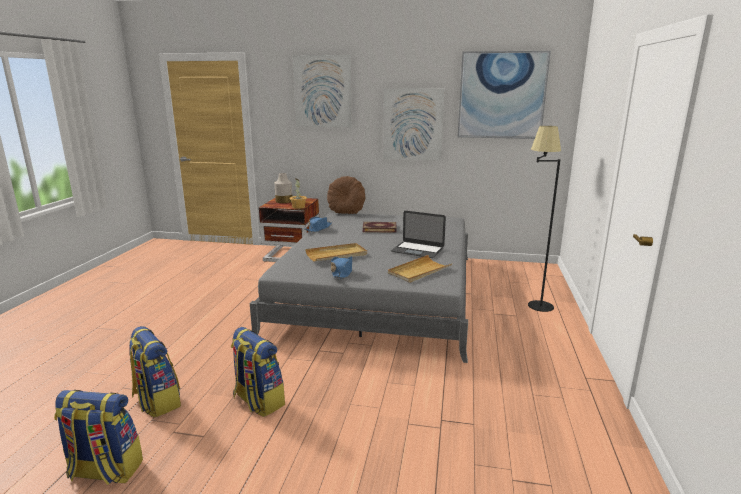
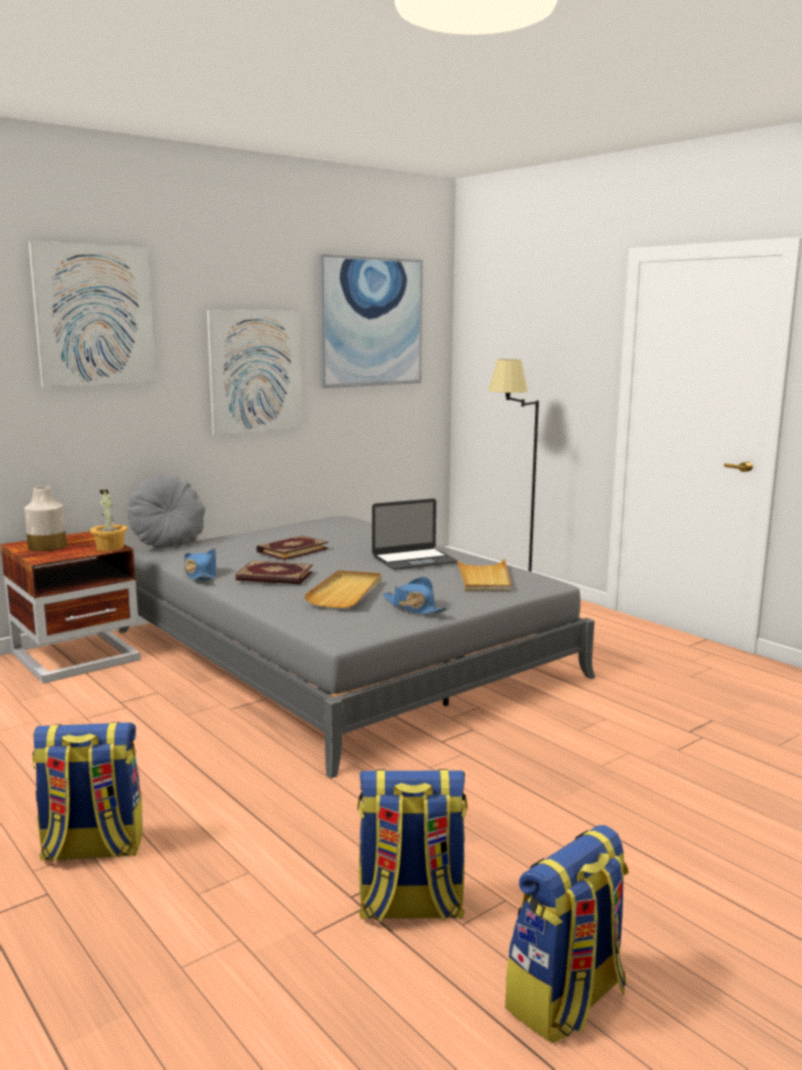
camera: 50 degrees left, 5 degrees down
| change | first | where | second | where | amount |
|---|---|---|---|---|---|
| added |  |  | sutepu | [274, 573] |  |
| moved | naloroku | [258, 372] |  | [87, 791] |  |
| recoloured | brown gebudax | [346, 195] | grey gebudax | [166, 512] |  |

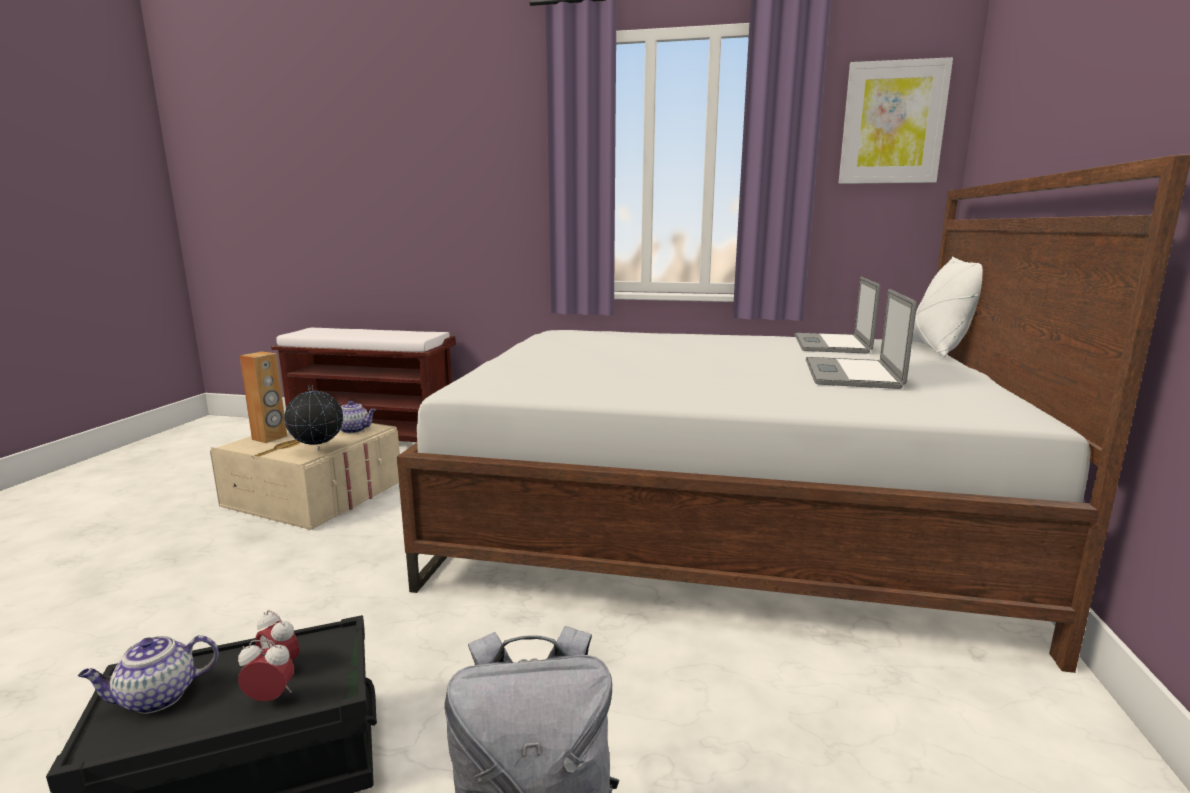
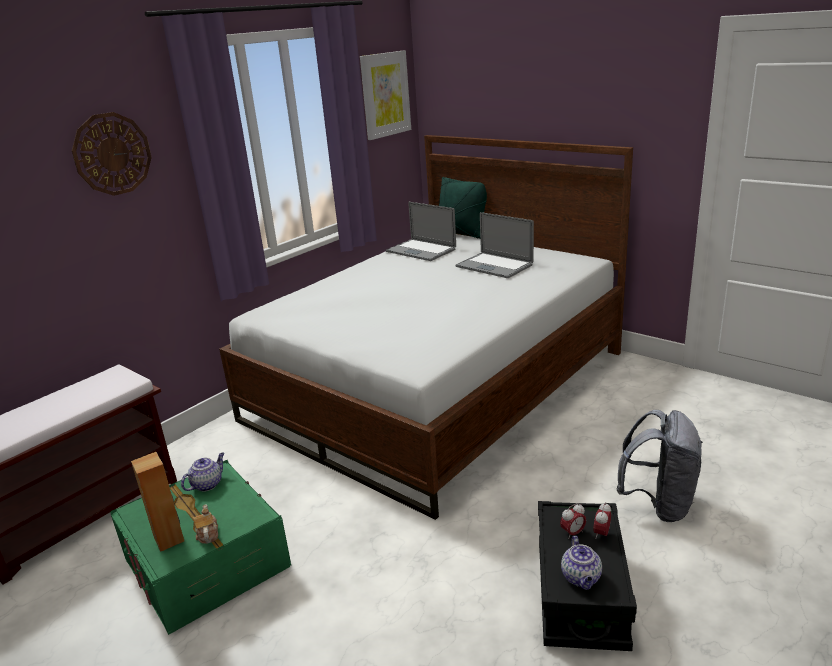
camera: 60 degrees left, 10 degrees up
| change | first | where | second | where | amount |
|---|---|---|---|---|---|
| removed | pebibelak | [313, 418] |  |  |  |
| added |  |  | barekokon | [112, 154] |  |
| added |  |  | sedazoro | [205, 524] |  |
| recoloured | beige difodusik | [305, 476] | green difodusik | [200, 547] |  |
| recoloured | white gebudax | [947, 306] | green gebudax | [463, 208] |  |

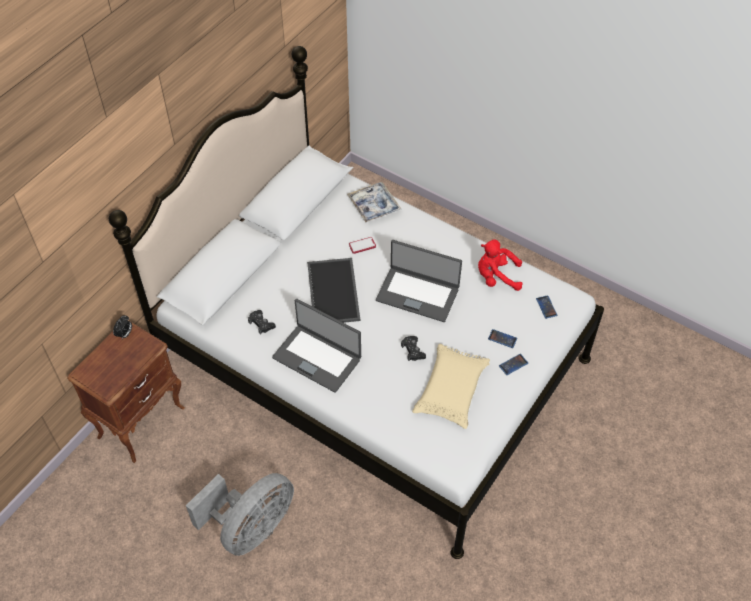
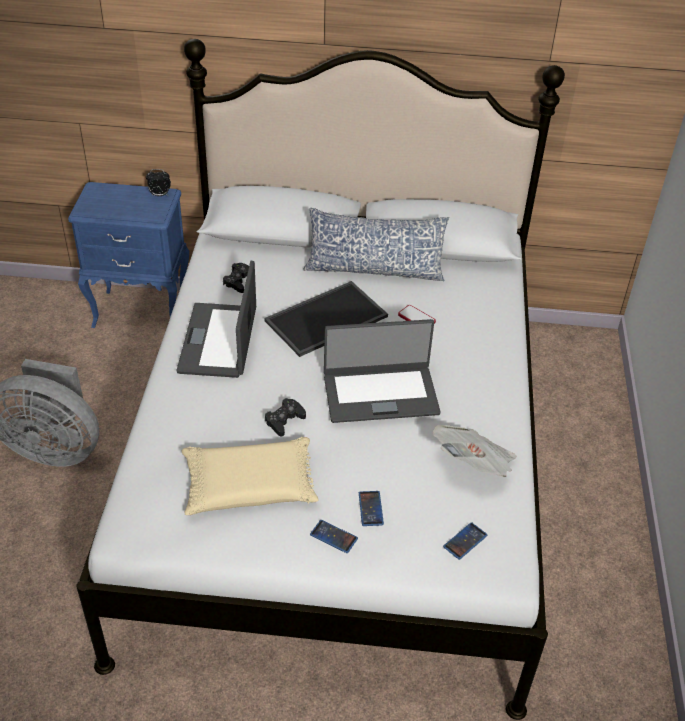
camera: 60 degrees right, 10 degrees down
| change | first | where | second | where | amount |
|---|---|---|---|---|---|
| removed | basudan | [374, 202] |  |  |  |
| added |  |  | gebudax | [376, 244] |  |
| replaced | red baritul | [500, 265] | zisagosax | [474, 451] |  |
| recoloured | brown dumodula | [126, 391] | blue dumodula | [128, 255] |  |
| turned | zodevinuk | [419, 281] |  | [382, 371] | 90 degrees counterclockwise |

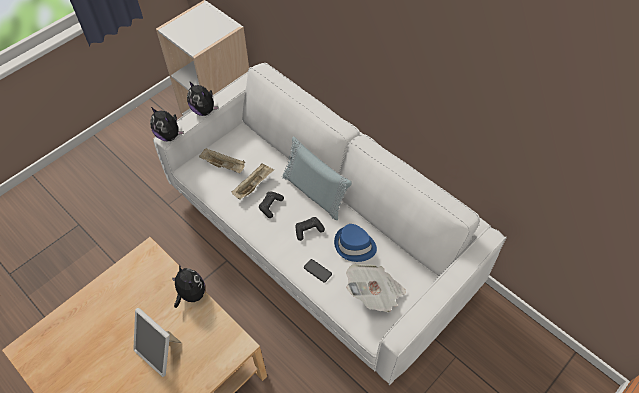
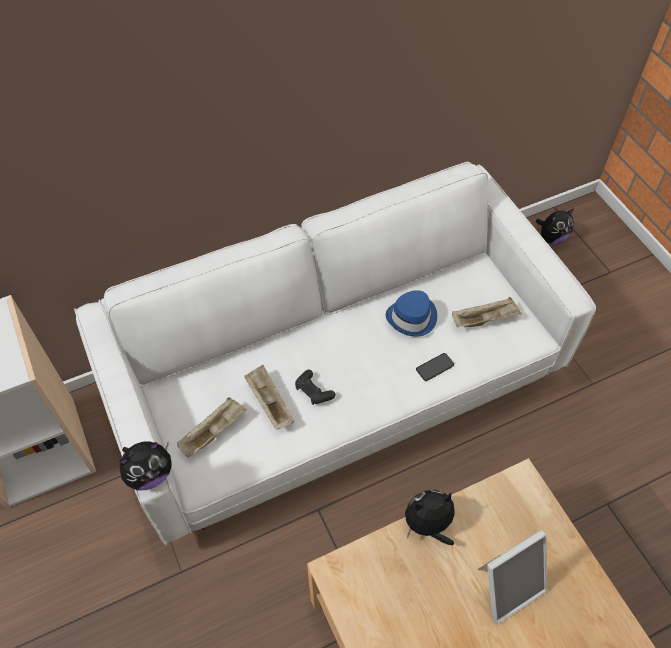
camera: 70 degrees left, 0 degrees up
| change | first | where | second | where | amount |
|---|---|---|---|---|---|
| removed | blue gebudax | [317, 178] |  |  |  |
| removed | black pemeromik | [310, 229] |  |  |  |
| moved | baritul | [203, 98] |  | [555, 226] |  |
| replaced | zisagosax | [376, 288] | beige basudan | [487, 312] |  |

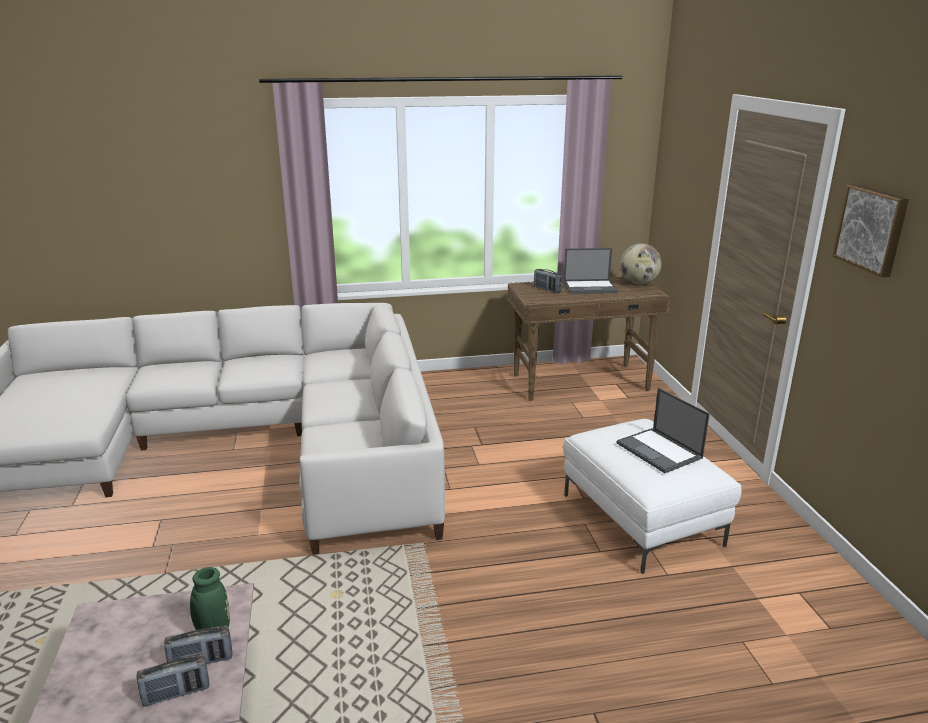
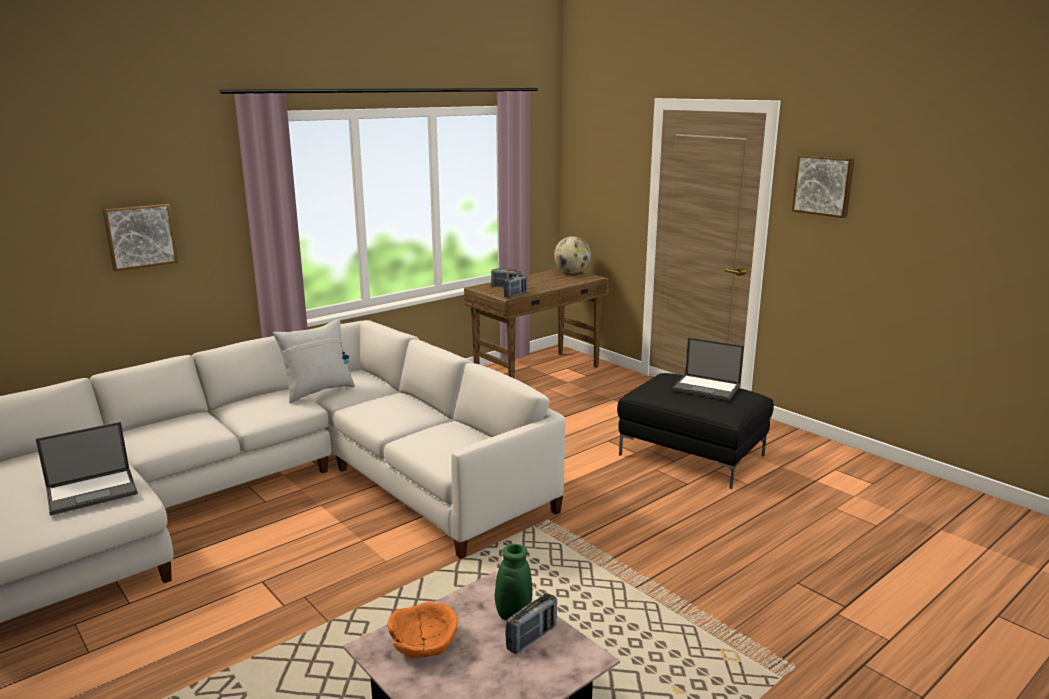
camera: 30 degrees left, 5 degrees down
| change | first | where | second | where | amount |
|---|---|---|---|---|---|
| added |  |  | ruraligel | [140, 237] |  |
| added |  |  | grey gebudax | [314, 360] |  |
| added |  |  | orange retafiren | [423, 630] |  |
| moved | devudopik | [173, 680] |  | [516, 286] |  |
| moved | zodevinuk | [590, 271] |  | [87, 469] |  |
| recoloured | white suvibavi | [652, 496] | black suvibavi | [695, 431] |  |

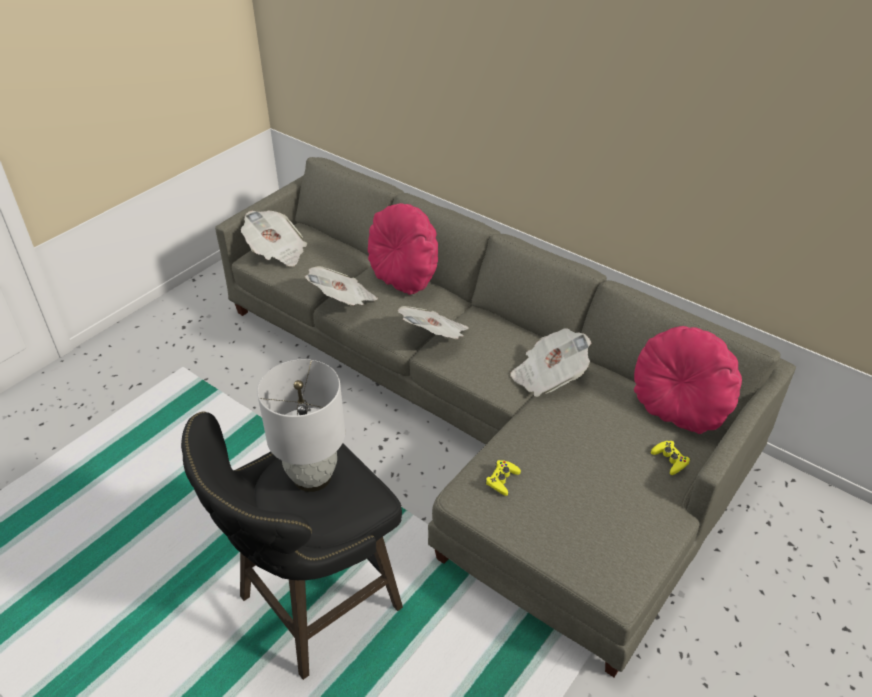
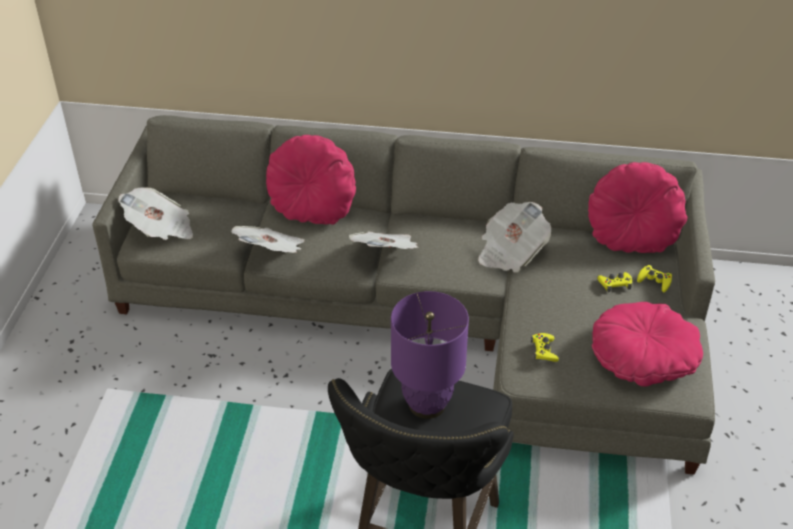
camera: 30 degrees left, 0 degrees up
| change | first | where | second | where | amount |
|---|---|---|---|---|---|
| added |  |  | pink gebudax | [647, 344] |  |
| added |  |  | yellow pemeromik | [615, 282] |  |
| recoloured | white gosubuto | [301, 425] | purple gosubuto | [430, 355] |  |

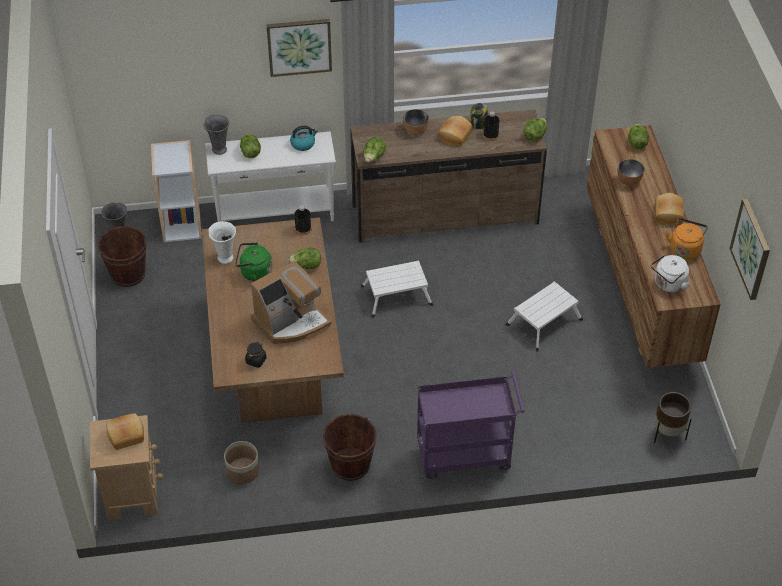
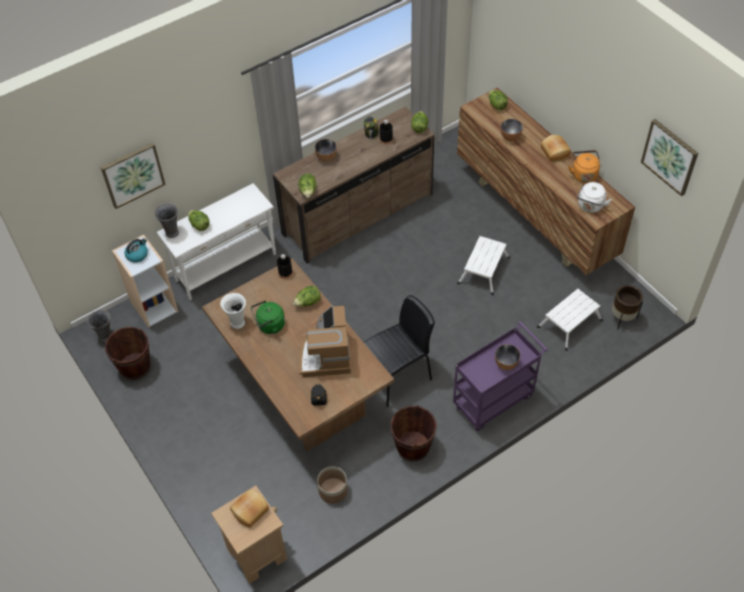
camera: 25 degrees left, 5 degrees up
| change | first | where | second | where | amount |
|---|---|---|---|---|---|
| removed | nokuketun | [455, 131] |  |  |  |
| added |  |  | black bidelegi | [399, 351] |  |
| added |  |  | retafiren | [507, 357] |  |
| moved | ruraligel | [299, 48] |  | [133, 176] |  |
| moved | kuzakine | [304, 138] |  | [136, 250] |  |
| moved | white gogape | [397, 289] |  | [570, 319] |  |
| turned | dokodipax | [291, 302] |  | [325, 341] | 150 degrees clockwise |

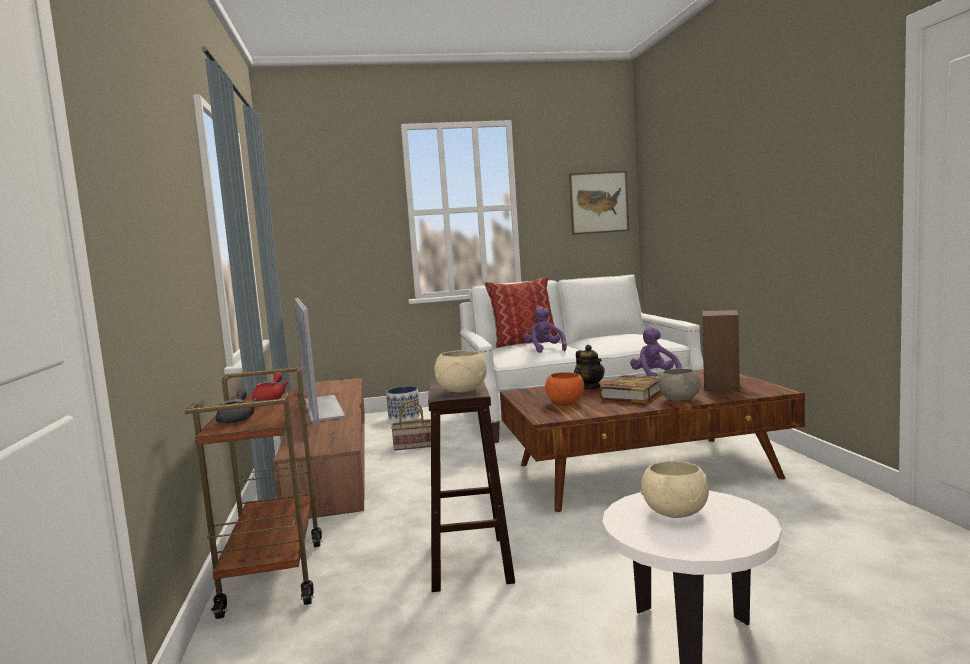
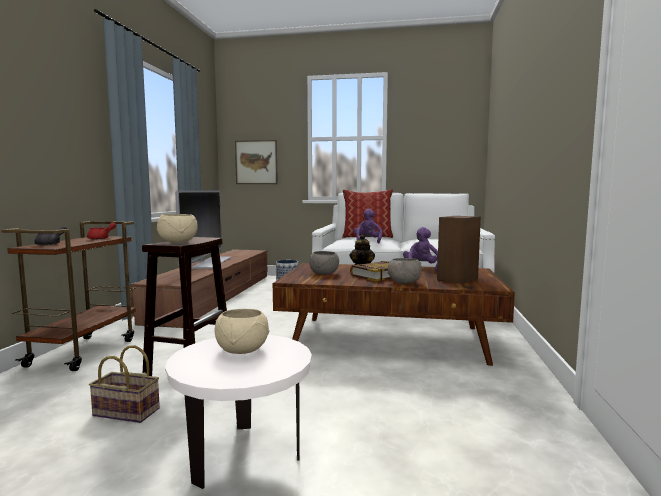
camera: 20 degrees right, 0 degrees up
| change | first | where | second | where | amount |
|---|---|---|---|---|---|
| moved | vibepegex | [411, 425] |  | [124, 384] |  |
| moved | ruraligel | [599, 203] |  | [256, 162] |  |
| recoloured | orange retafiren | [564, 388] | grey retafiren | [324, 263] |  |

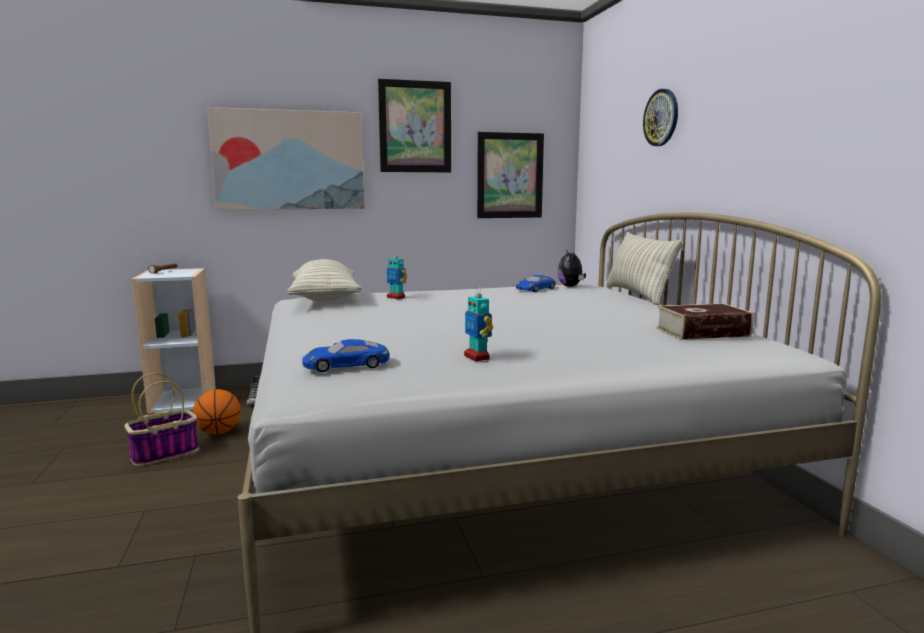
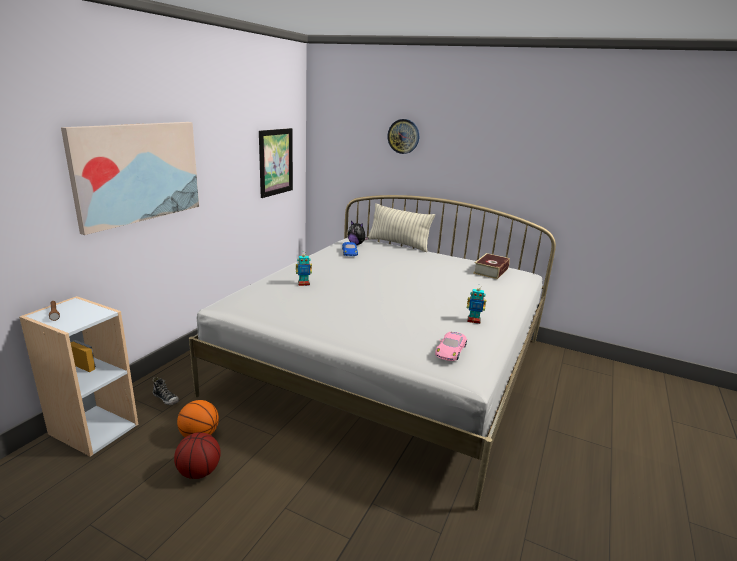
camera: 50 degrees left, 10 degrees up
| change | first | where | second | where | amount |
|---|---|---|---|---|---|
| removed | gebudax | [324, 280] |  |  |  |
| removed | ruraligel | [414, 125] |  |  |  |
| replaced | vibepegex | [161, 419] | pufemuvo | [197, 456] |  |
| recoloured | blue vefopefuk | [345, 355] | pink vefopefuk | [451, 346] |  |

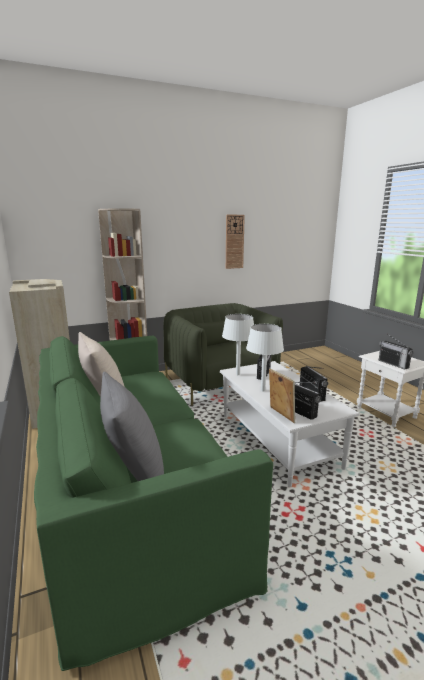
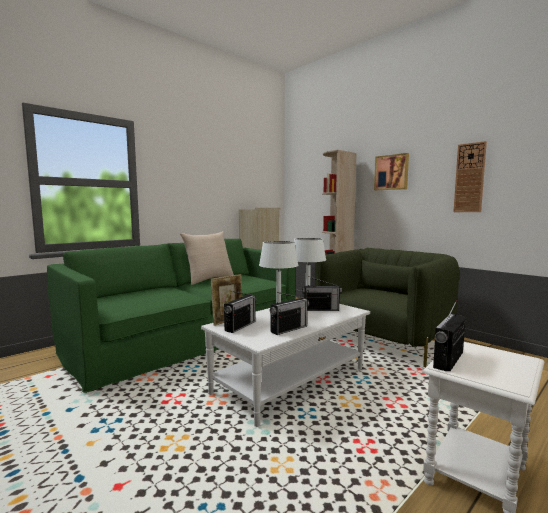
camera: 70 degrees right, 10 degrees down
| change | first | where | second | where | amount |
|---|---|---|---|---|---|
| removed | grey gebudax | [132, 426] |  |  |  |
| added |  |  | ruraligel | [391, 171] |  |

